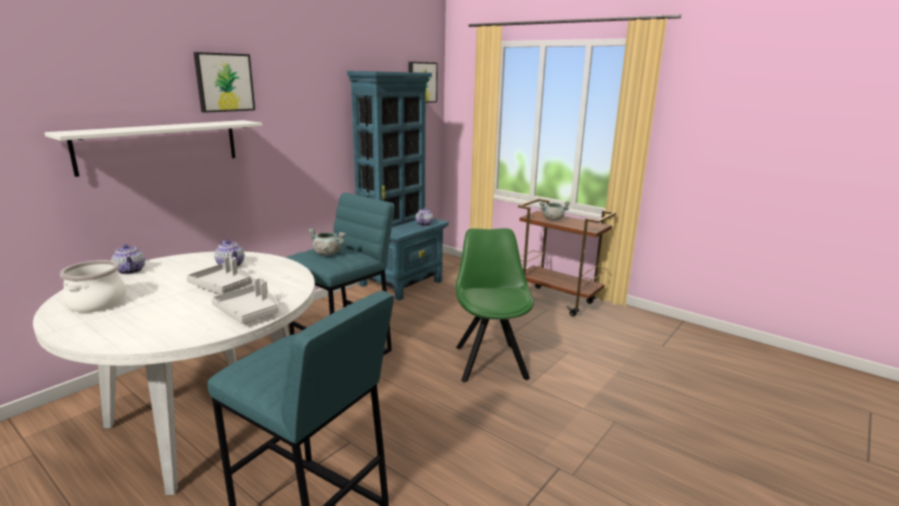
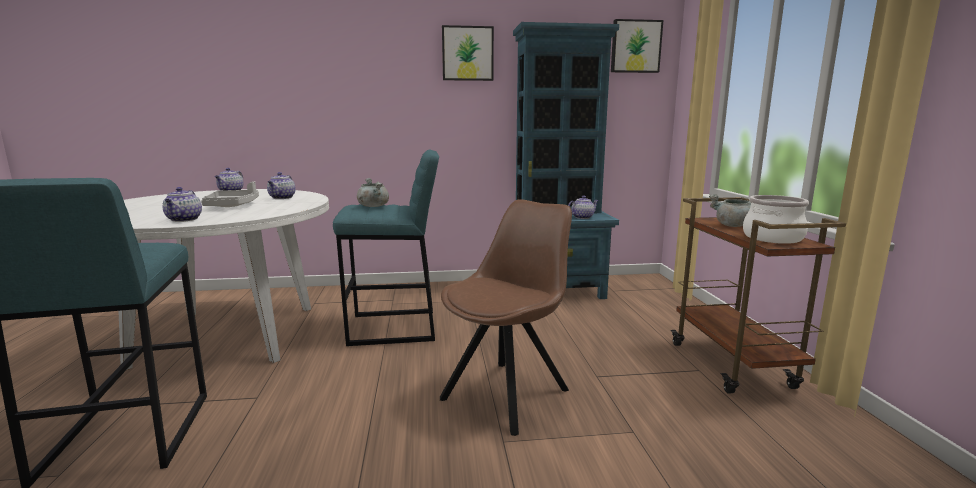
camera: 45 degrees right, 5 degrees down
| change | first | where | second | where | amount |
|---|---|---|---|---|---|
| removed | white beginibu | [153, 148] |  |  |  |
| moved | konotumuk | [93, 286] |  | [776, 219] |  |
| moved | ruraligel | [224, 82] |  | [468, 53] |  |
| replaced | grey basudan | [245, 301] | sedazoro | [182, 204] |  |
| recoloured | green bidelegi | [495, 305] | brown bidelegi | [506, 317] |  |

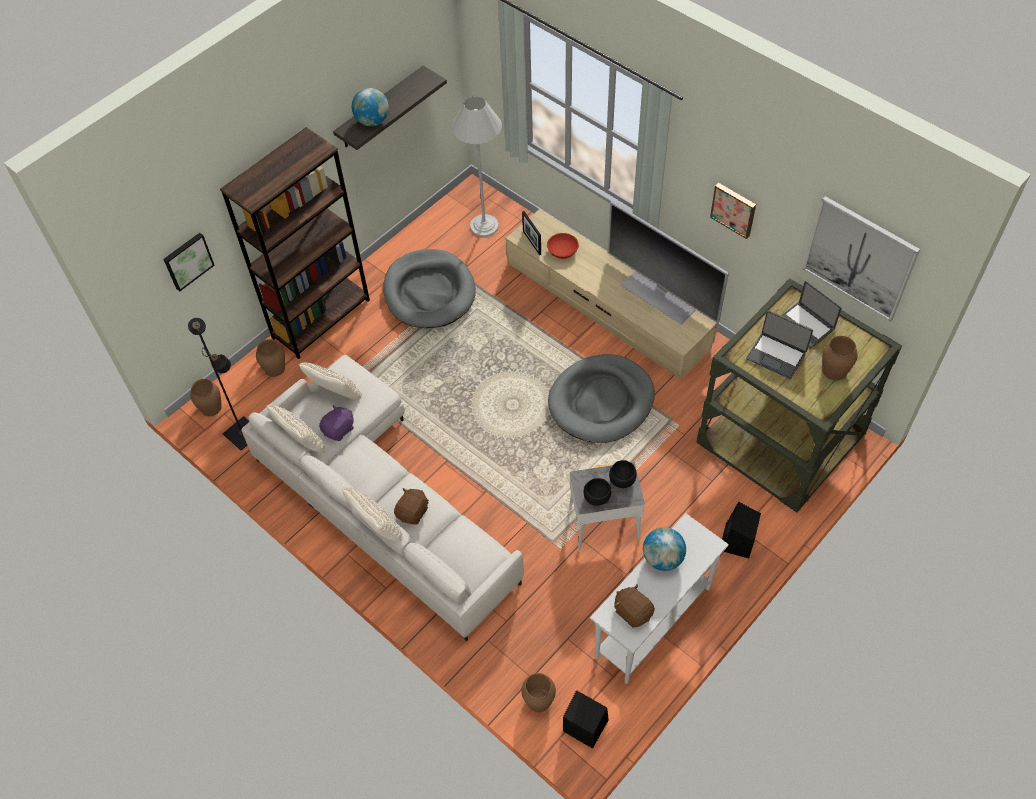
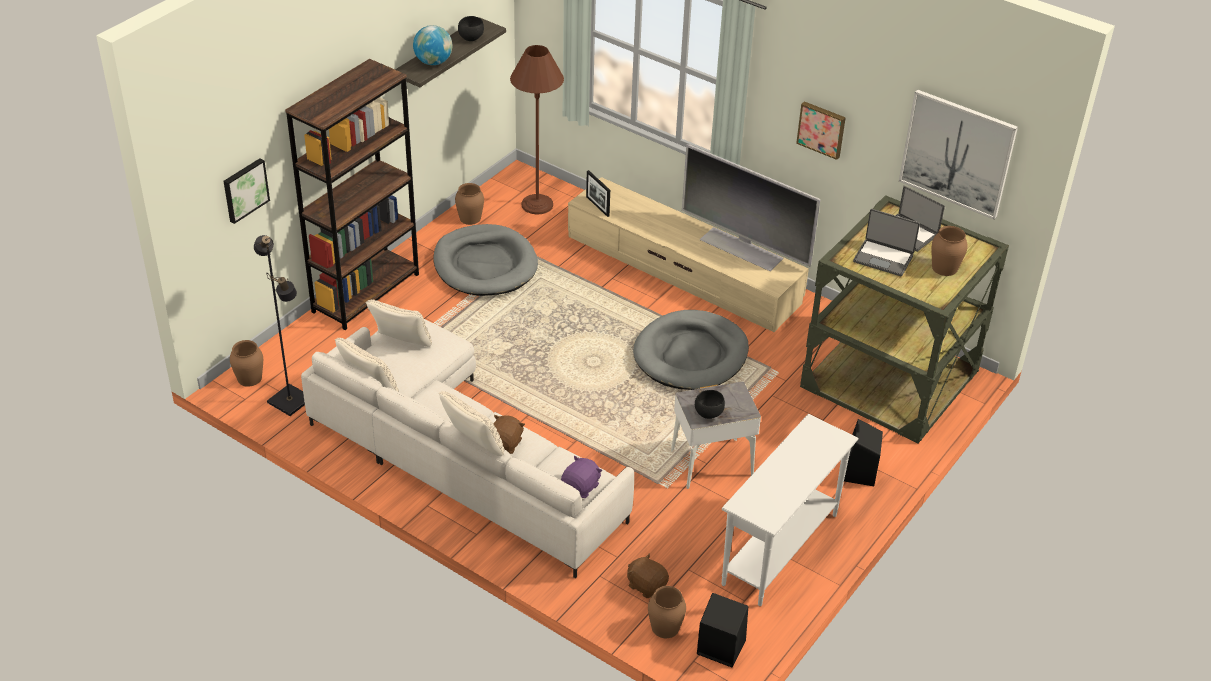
camera: 10 degrees left, 15 degrees down
| change | first | where | second | where | amount |
|---|---|---|---|---|---|
| removed | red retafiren | [563, 246] |  |  |  |
| removed | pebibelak | [664, 549] |  |  |  |
| moved | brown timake | [270, 358] |  | [469, 204] |  |
| moved | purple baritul | [336, 423] |  | [581, 477] |  |
| moved | black retafiren | [623, 474] |  | [471, 28] |  |
| moved | brown baritul | [634, 606] |  | [648, 576] |  |
| recoloured | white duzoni | [476, 166] | brown duzoni | [537, 130] |  |

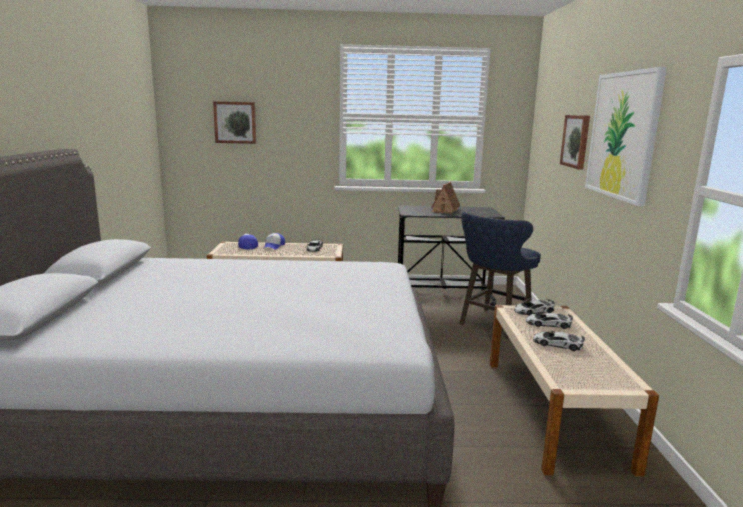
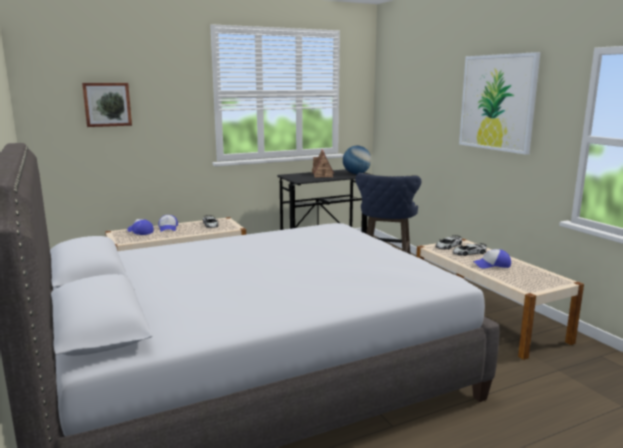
camera: 25 degrees left, 0 degrees up
| change | first | where | second | where | amount |
|---|---|---|---|---|---|
| removed | ruraligel | [575, 142] |  |  |  |
| added |  |  | pebibelak | [357, 160] |  |
| replaced | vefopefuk | [559, 341] | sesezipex | [492, 258] |  |

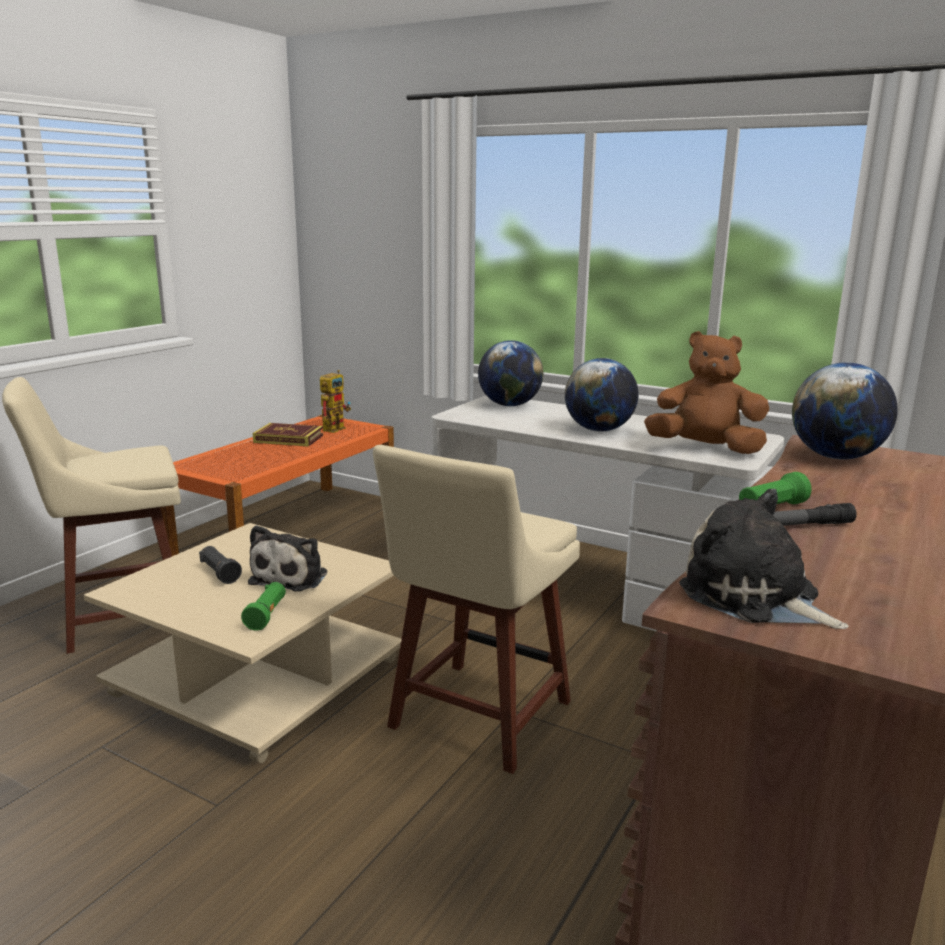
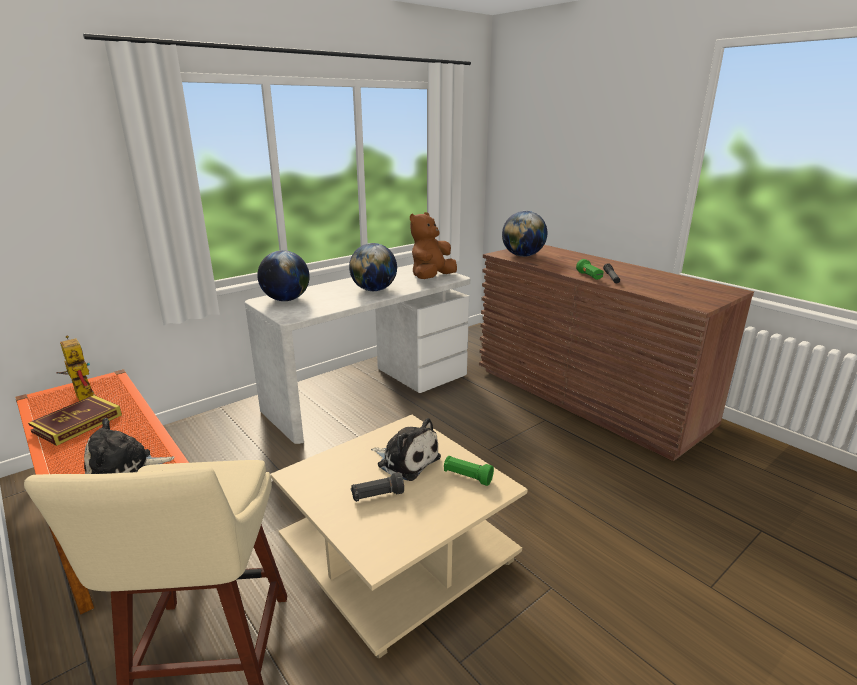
camera: 70 degrees left, 5 degrees up
| change | first | where | second | where | amount |
|---|---|---|---|---|---|
| removed | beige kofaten | [476, 609] |  |  |  |
| moved | baritul | [763, 559] |  | [129, 446] |  |

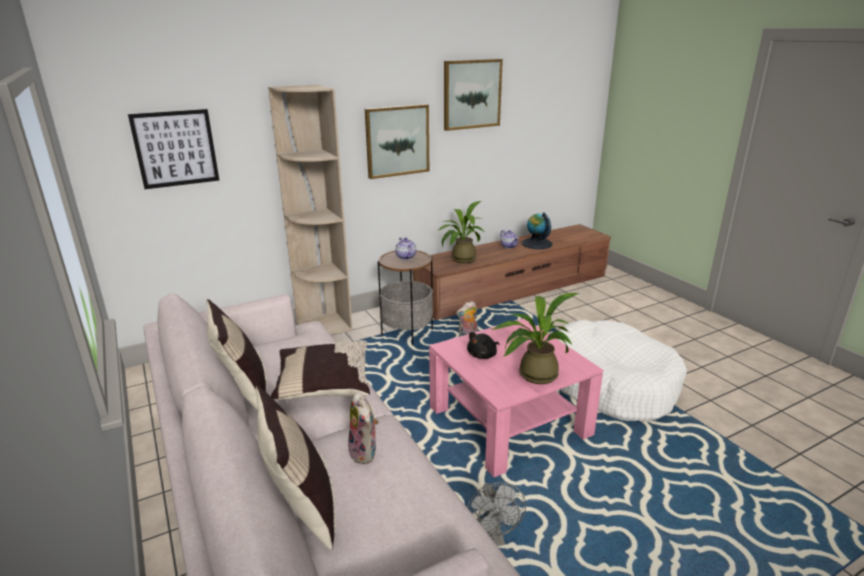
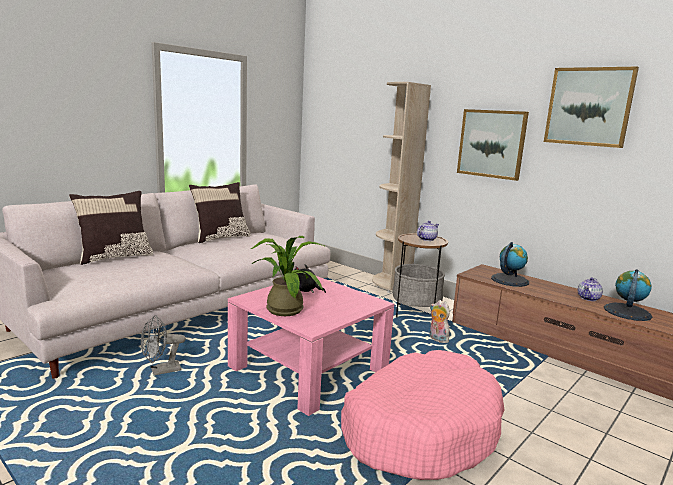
camera: 70 degrees right, 10 degrees down
| change | first | where | second | where | amount |
|---|---|---|---|---|---|
| removed | ruraligel | [173, 149] |  |  |  |
| removed | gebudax | [320, 370] |  |  |  |
| removed | baritul | [363, 428] |  |  |  |
| replaced | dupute | [461, 232] | pebibelak | [510, 264] |  |
| recoloured | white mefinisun | [622, 370] | pink mefinisun | [422, 415] |  |

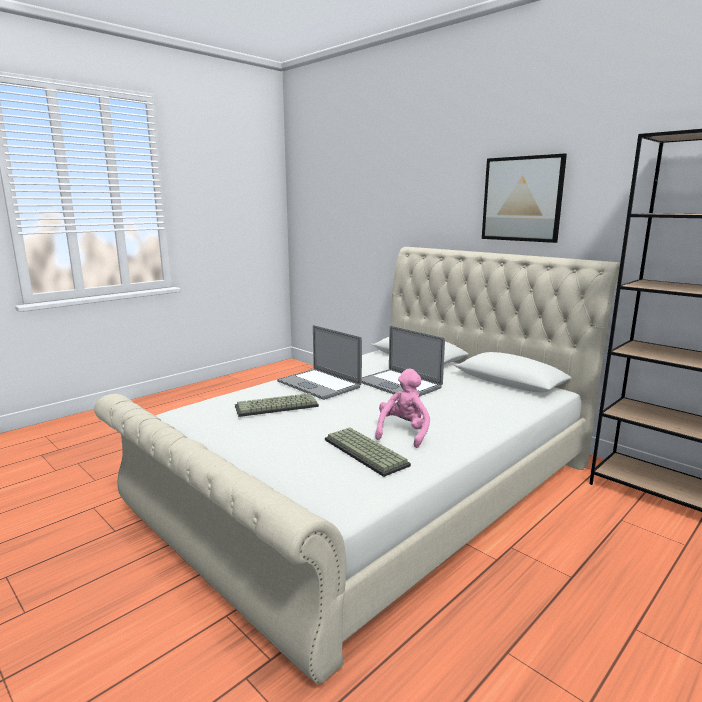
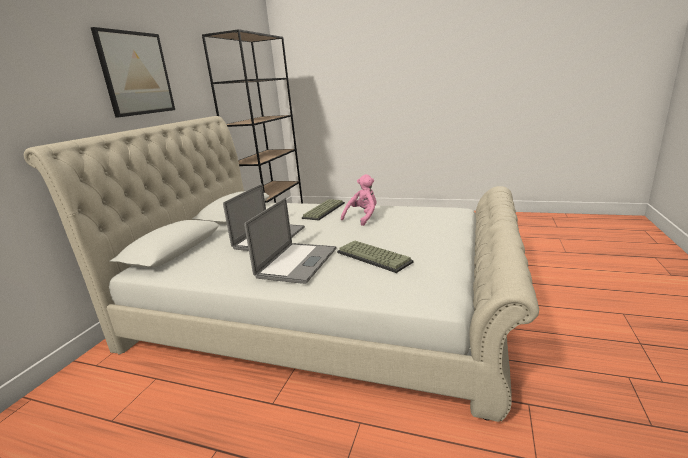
camera: 115 degrees left, 5 degrees up
| change | first | where | second | where | amount |
|---|---|---|---|---|---|
| moved | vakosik | [368, 452] |  | [323, 209] |  |
| turned | pink baritul | [402, 408] |  | [359, 200] | 135 degrees clockwise |

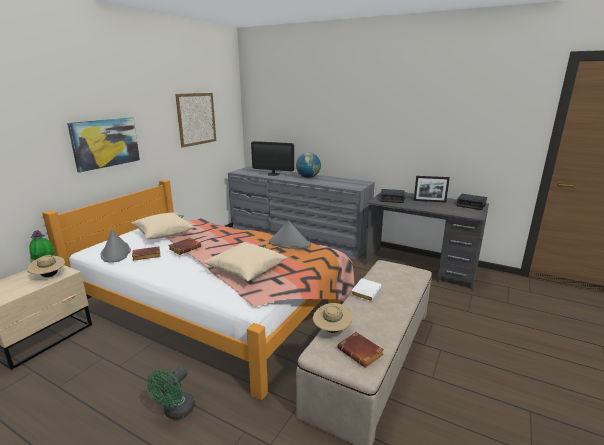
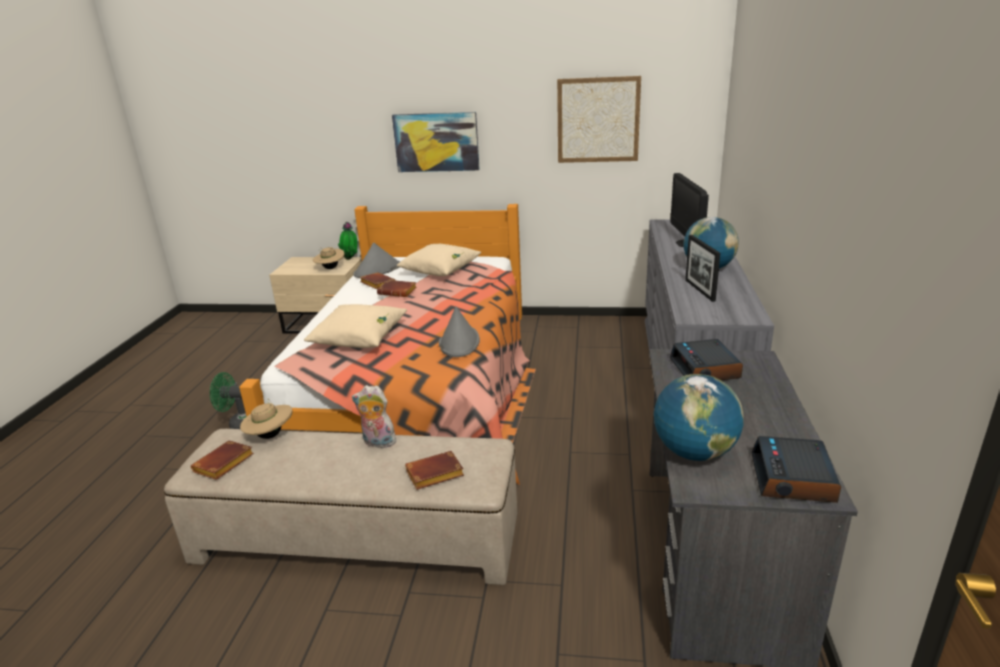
camera: 70 degrees right, 5 degrees up
| change | first | where | second | where | amount |
|---|---|---|---|---|---|
| added |  |  | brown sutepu | [434, 470] |  |
| added |  |  | pebibelak | [699, 417] |  |
| moved | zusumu | [432, 189] |  | [702, 268] |  |
| replaced | white sutepu | [366, 289] | baritul | [374, 416] |  |

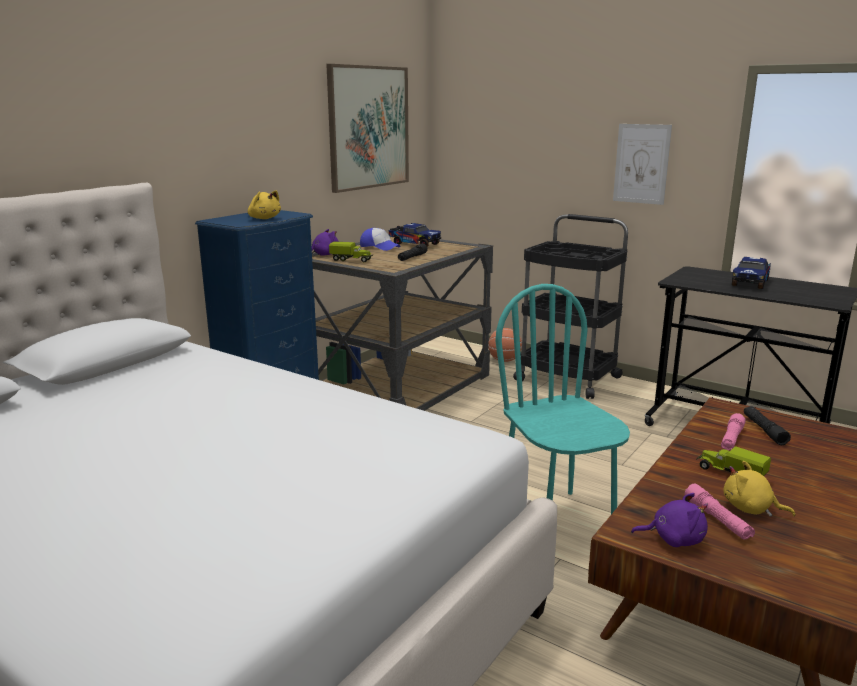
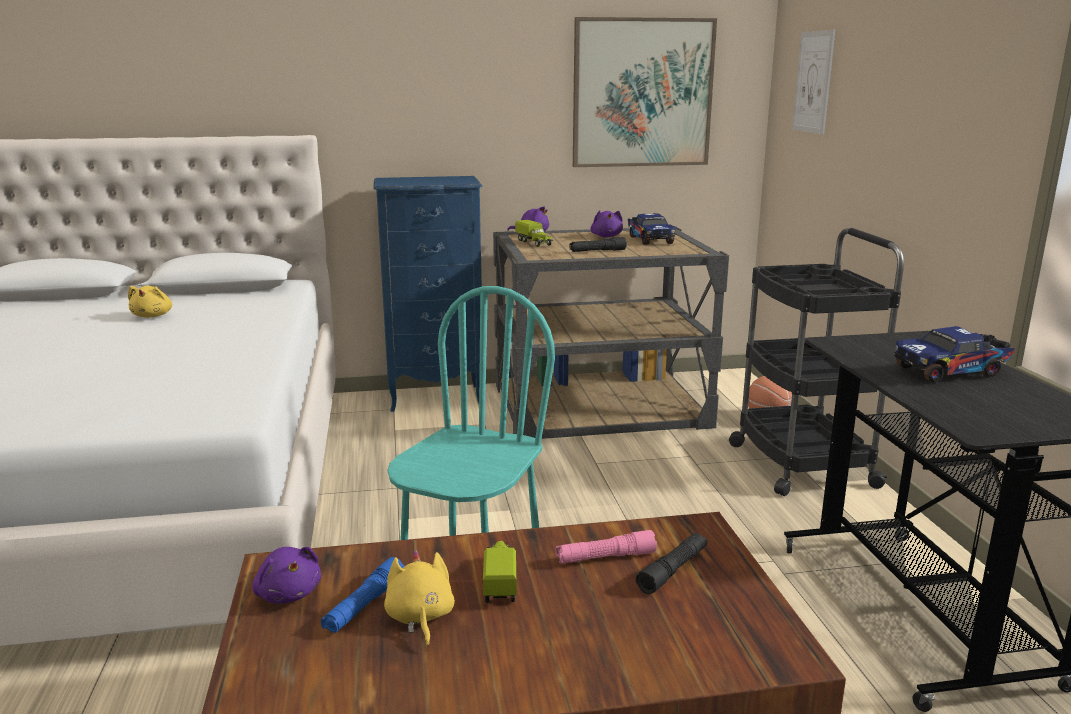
camera: 45 degrees right, 0 degrees up
| change | first | where | second | where | amount |
|---|---|---|---|---|---|
| moved | yellow baritul | [264, 204] |  | [150, 302] |  |
| moved | ruraligel | [642, 164] |  | [813, 82] |  |
| replaced | sesezipex | [380, 239] | purple baritul | [606, 223] |  |
| recoloured | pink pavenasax | [720, 512] | blue pavenasax | [363, 595] |  |

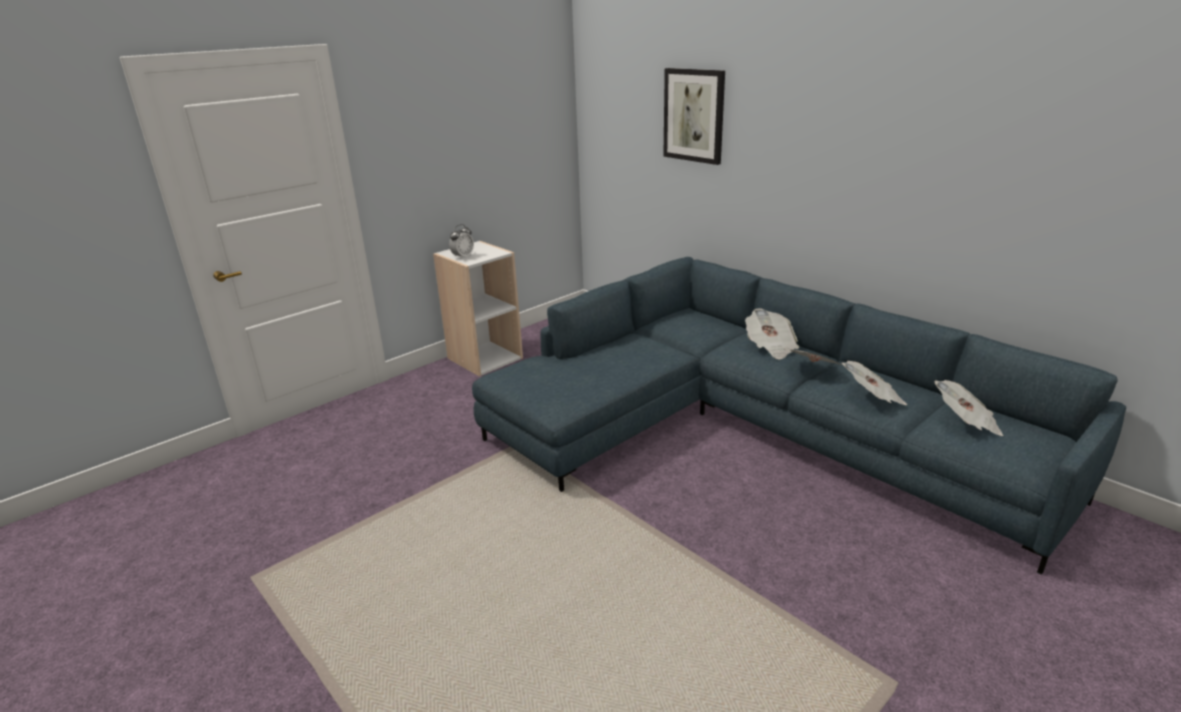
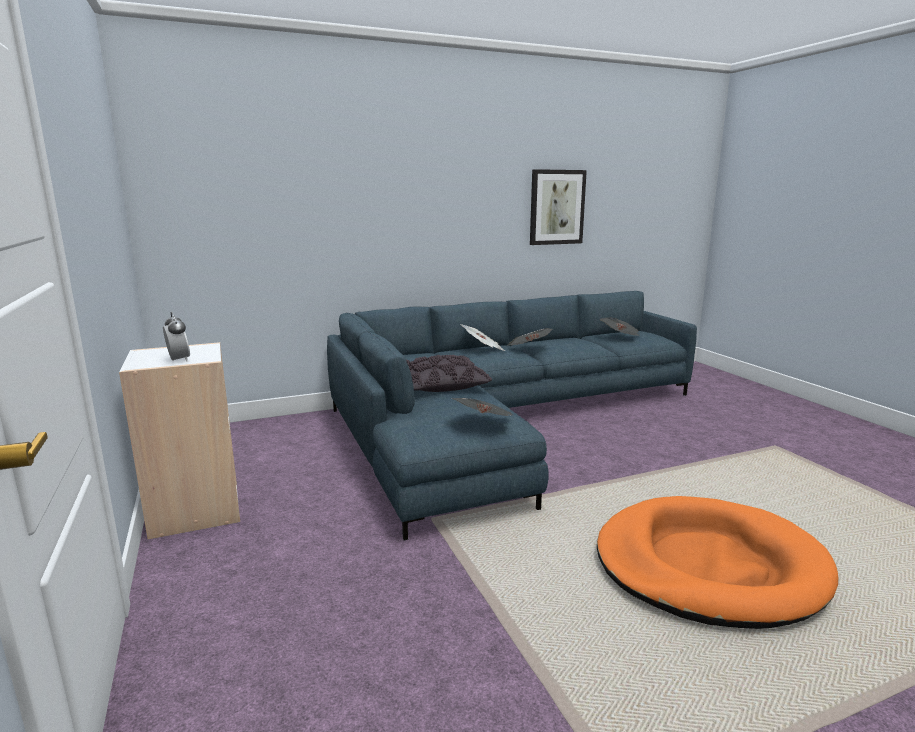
camera: 70 degrees left, 10 degrees down
| change | first | where | second | where | amount |
|---|---|---|---|---|---|
| added |  |  | black gebudax | [449, 373] |  |
| added |  |  | orange mefinisun | [717, 562] |  |
| moved | ruraligel | [694, 116] |  | [558, 207] |  |
| moved | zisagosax | [875, 383] |  | [482, 407] |  |

